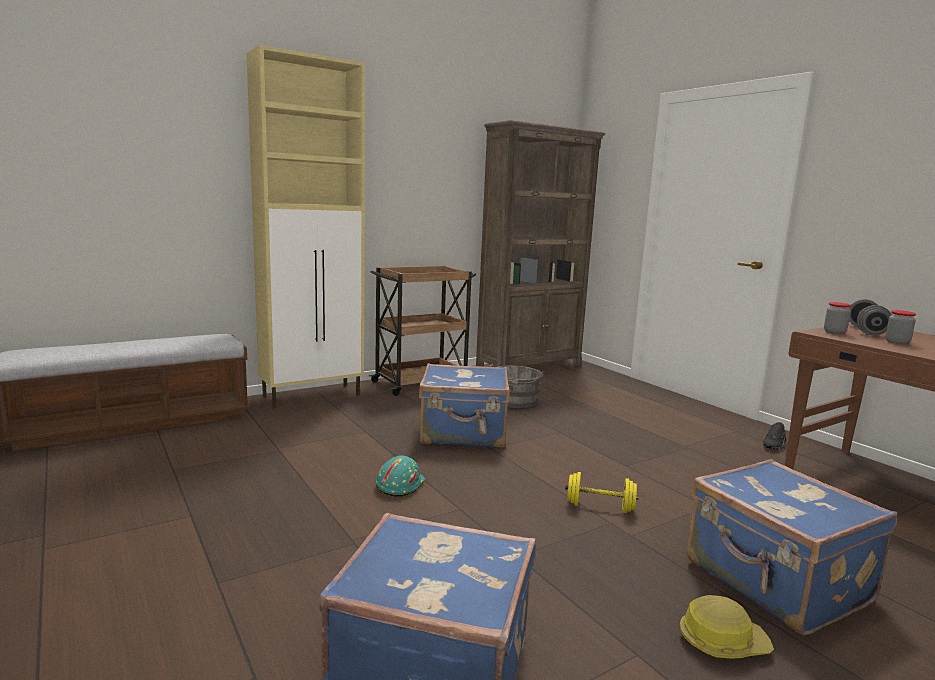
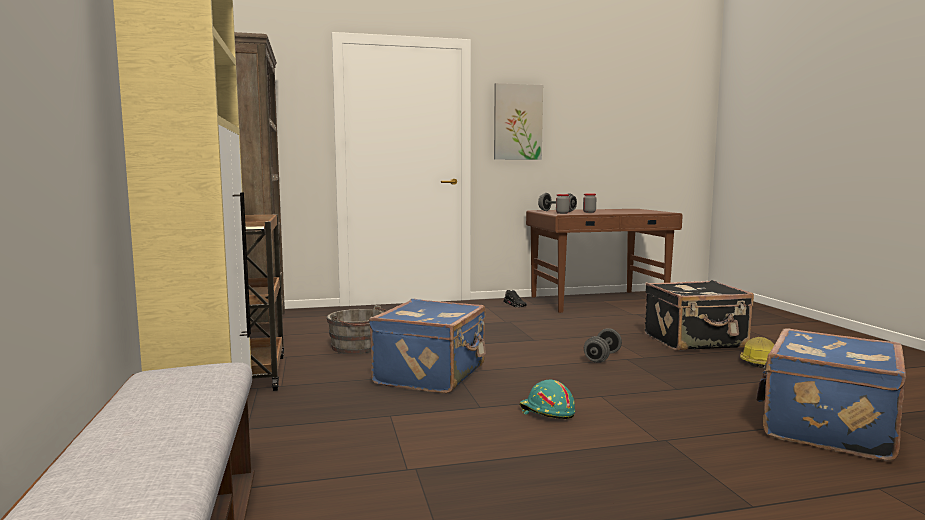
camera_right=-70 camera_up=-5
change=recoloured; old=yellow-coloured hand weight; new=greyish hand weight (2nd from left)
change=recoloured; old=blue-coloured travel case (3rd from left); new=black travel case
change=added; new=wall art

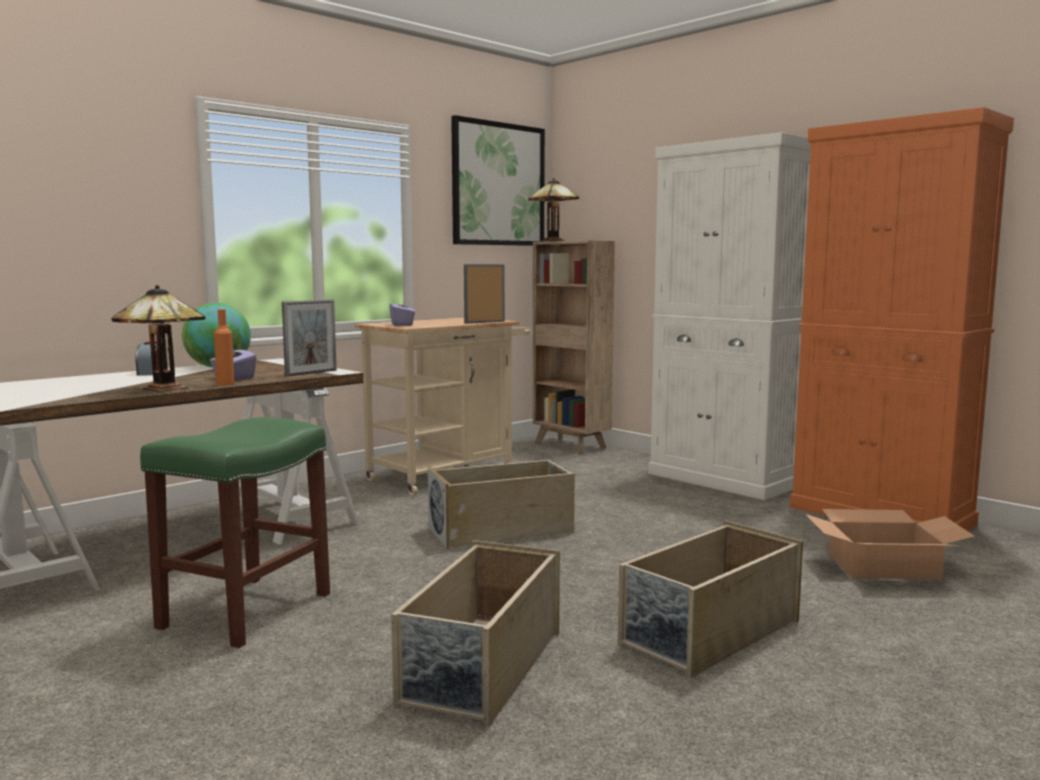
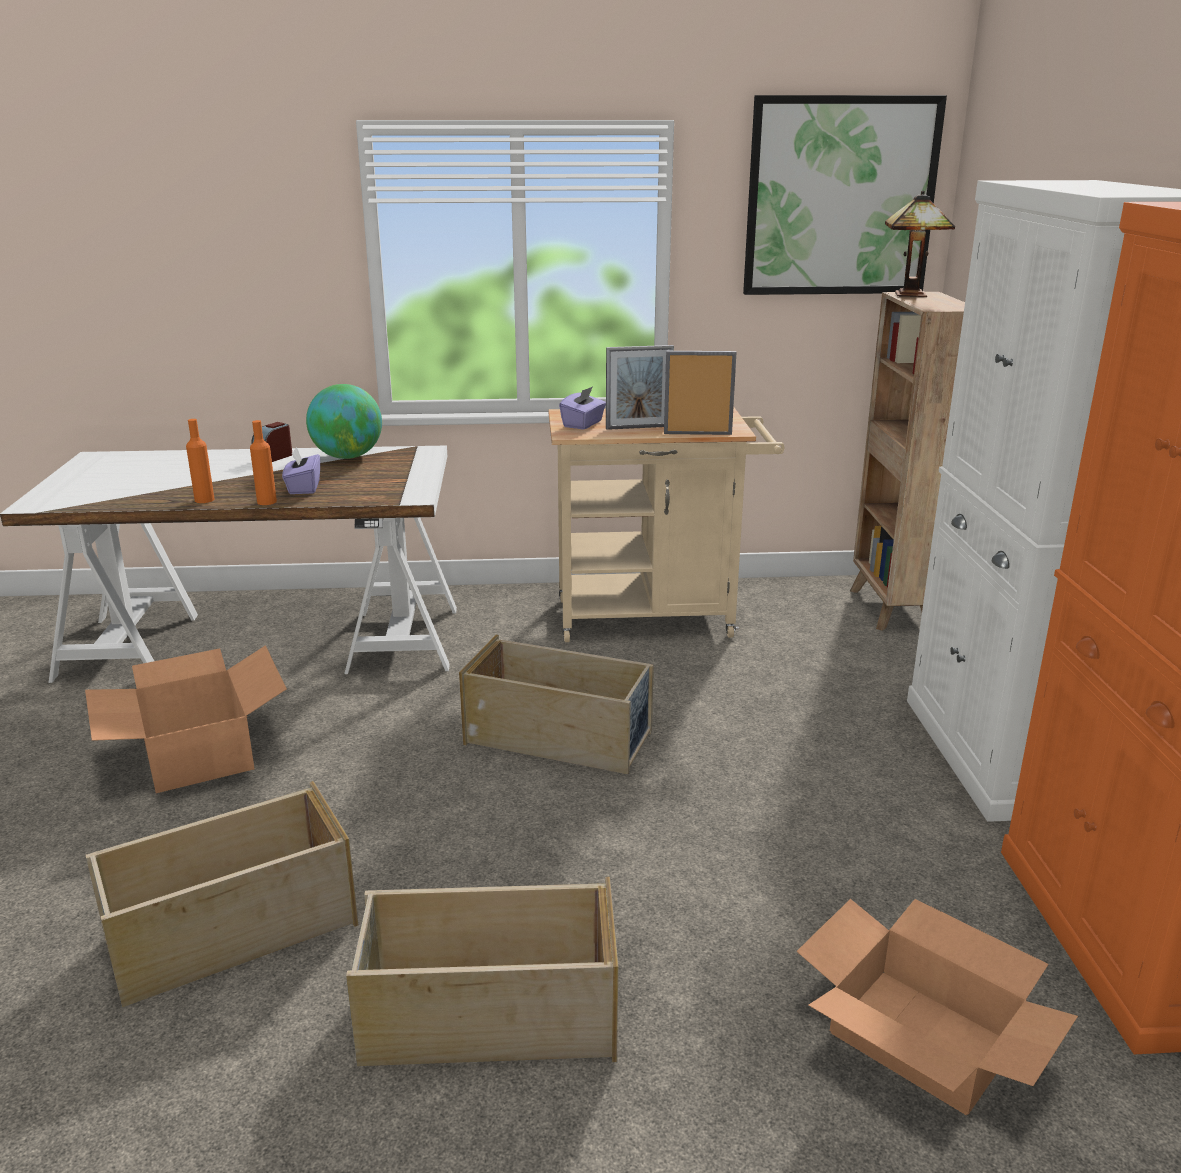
camera_right=40 camera_up=15
change=replaced; old=lamp for a table (1st from left); new=orange-coloured drink bottle (1st from left)
change=replaced; old=green sitting stool; new=carton (1st from left)
change=moved; old=standing frame (1st from left)

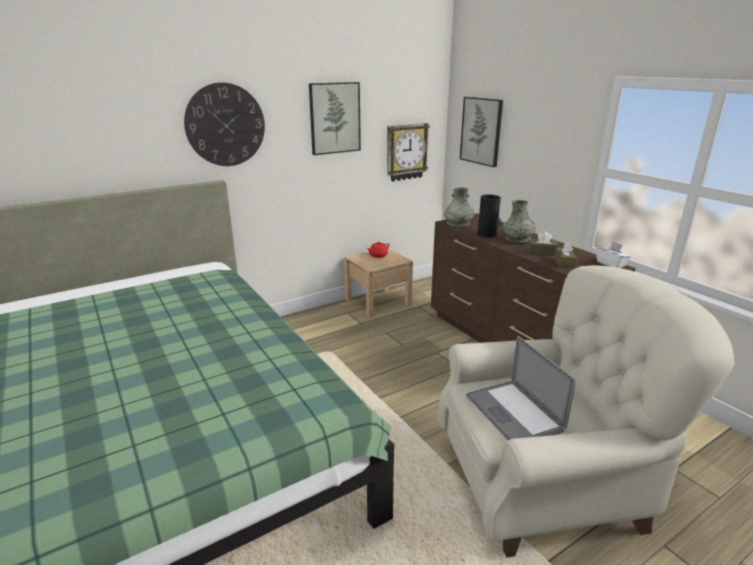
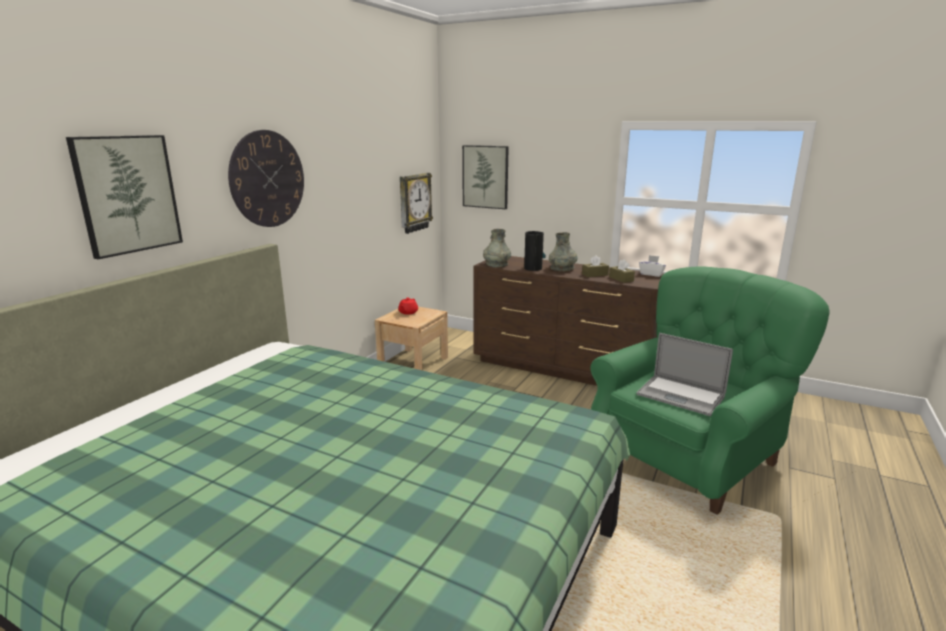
camera_right=-30 camera_up=-5
change=moved; old=wall art (1st from left)
change=recoloured; old=beige-coloured easy chair; new=green easy chair

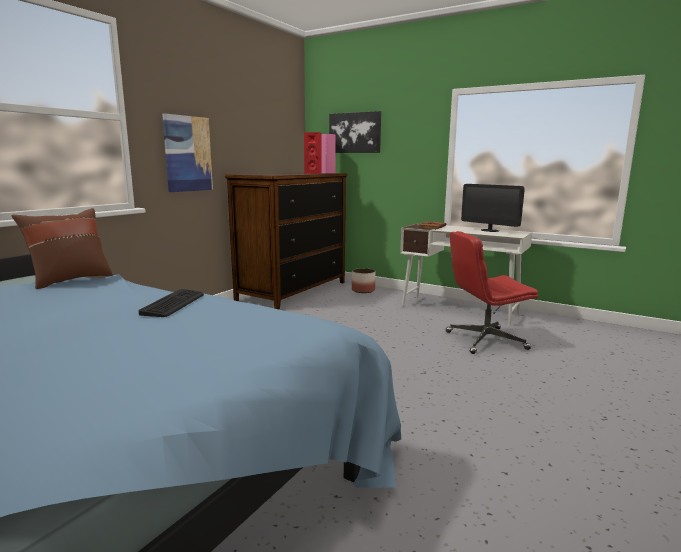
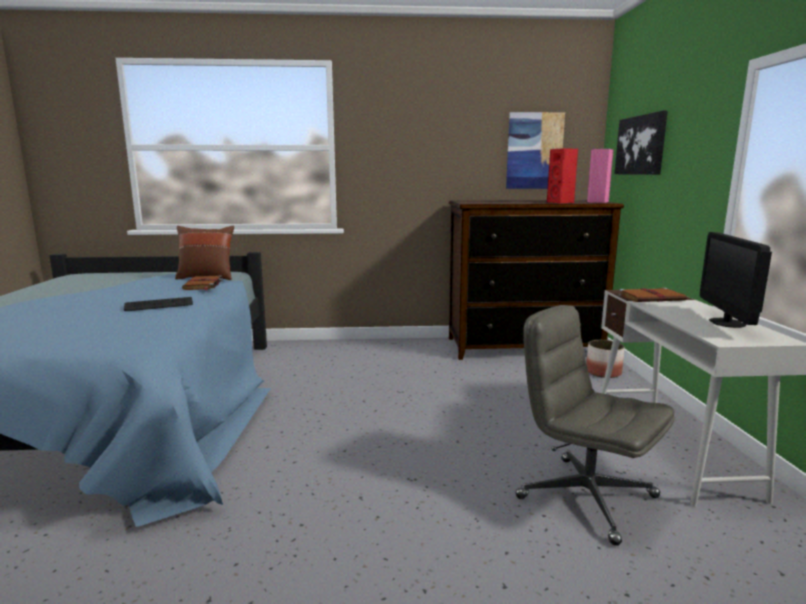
camera_right=55 camera_up=0
change=moved; old=wall art (1st from left)
change=recoloured; old=red-coloured computer chair; new=greyish computer chair
change=added; new=brown-coloured bound book (1st from left)

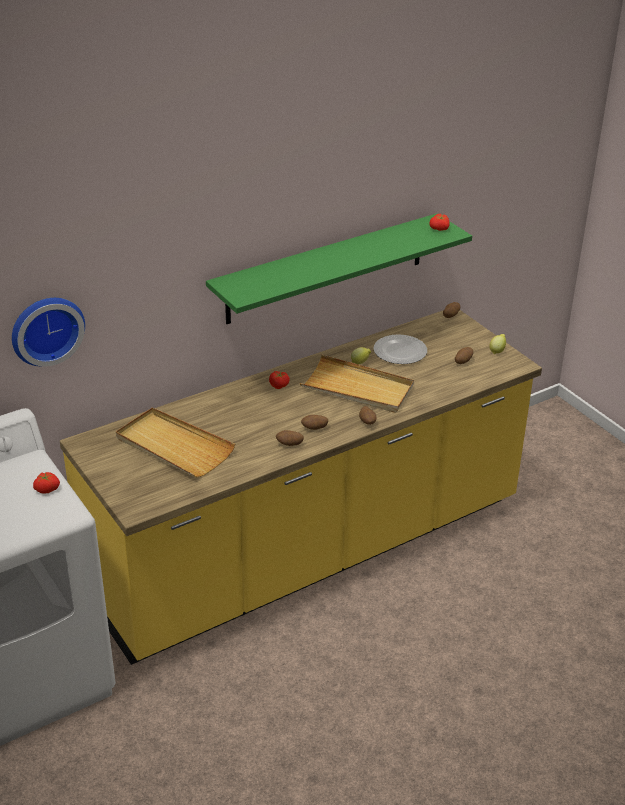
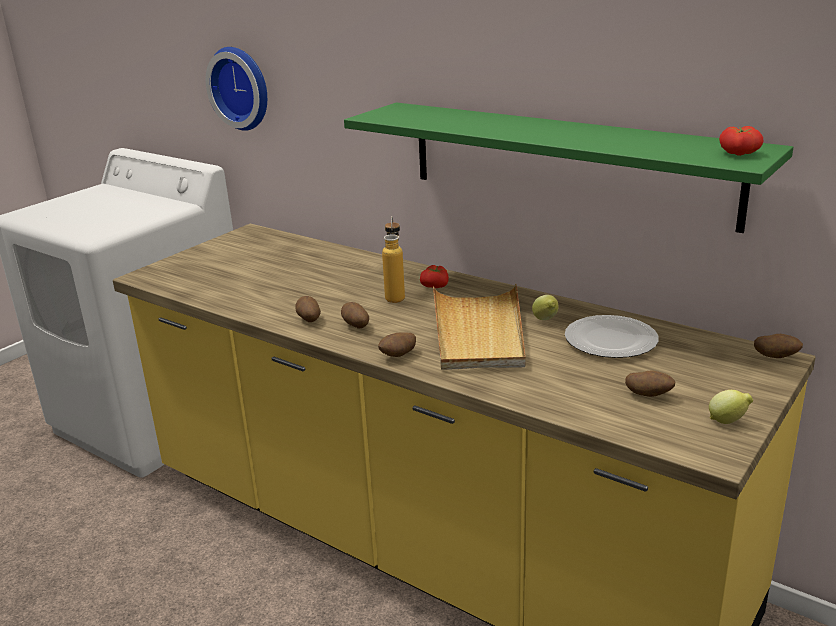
camera_right=70 camera_up=-10
change=removed; old=fresh tomato (1st from left)
change=removed; old=beige-coloured carrying tray (1st from left)
change=added; new=drink bottle

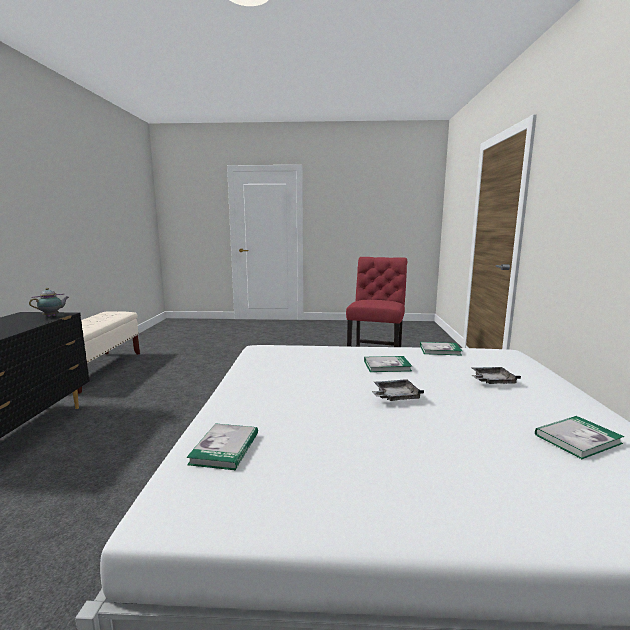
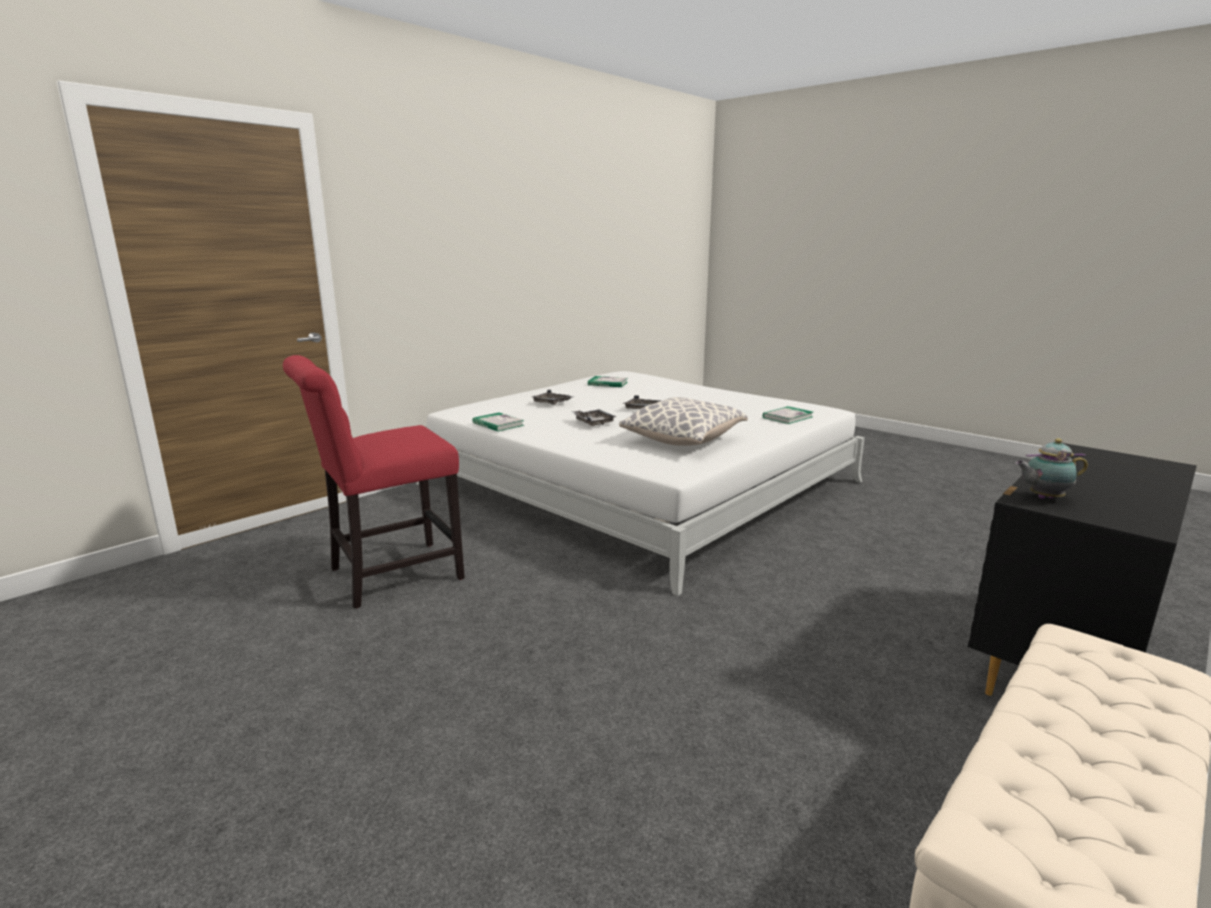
camera_right=-140 camera_up=5
change=replaced; old=bound book (2nd from left); new=greyish carrying tray (2nd from left)
change=added; new=pillow

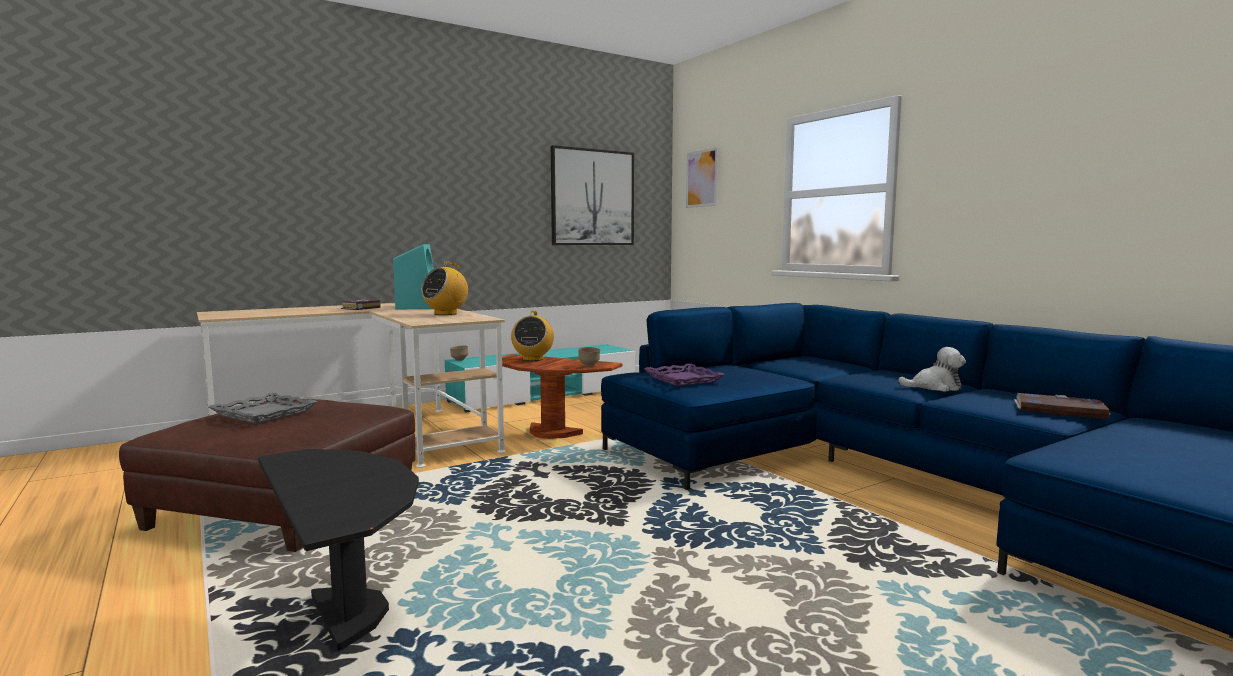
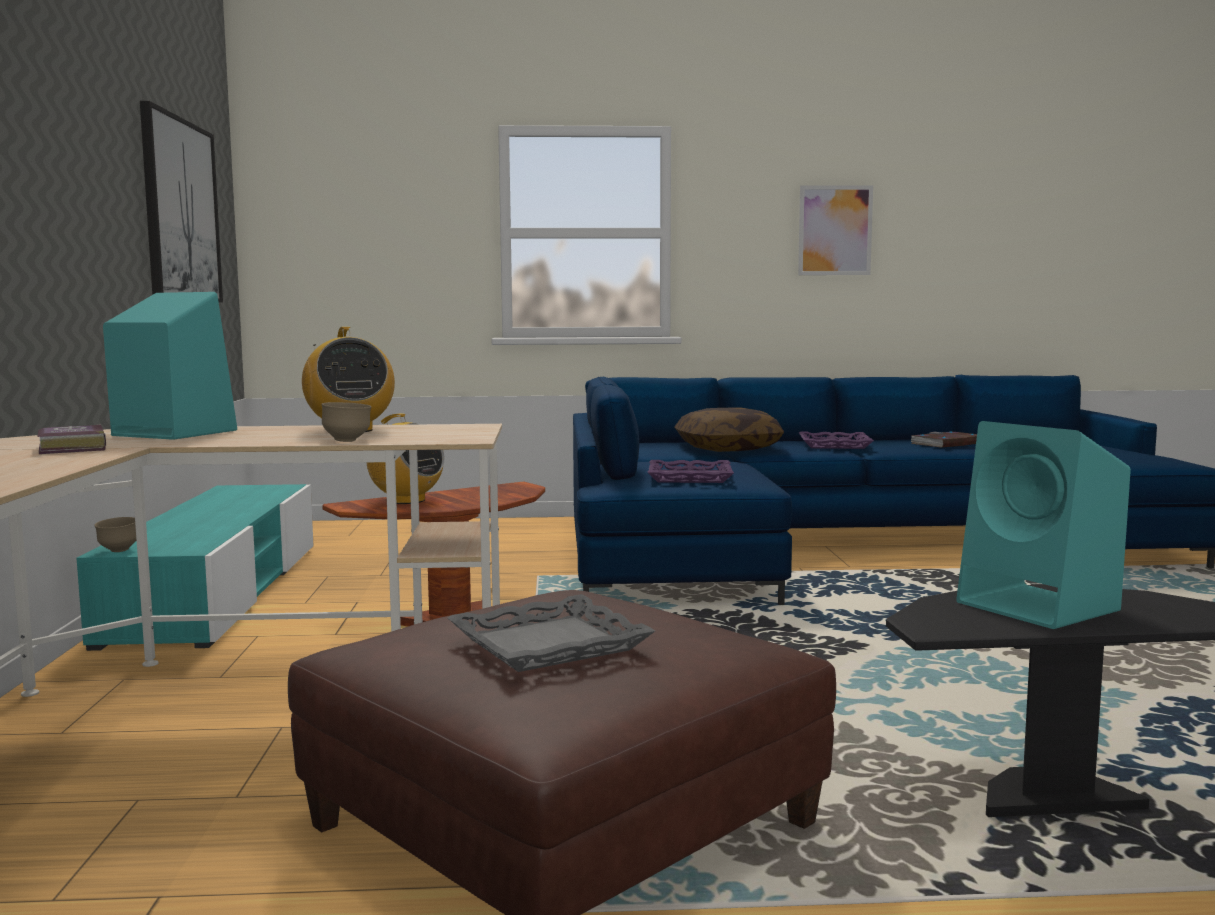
camera_right=-60 camera_up=0
change=moved; old=brown-coloured deep dish (2nd from left)
change=moved; old=wall art (2nd from left)
change=replaced; old=soft toy; new=purple-coloured carrying tray (2nd from left)
change=added; new=pillow
change=added; new=turquoise loudspeaker (2nd from left)

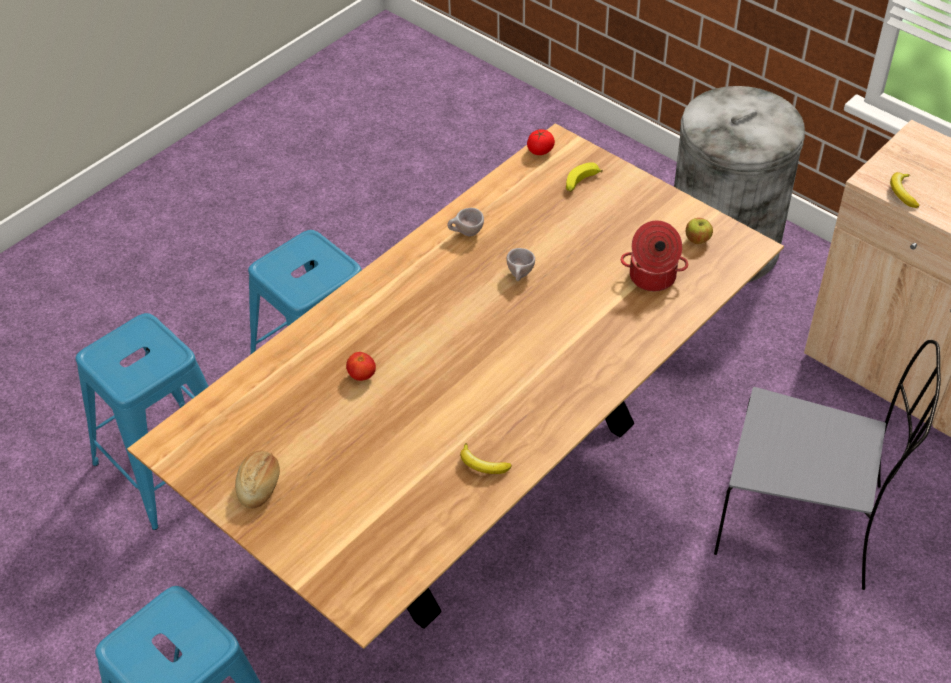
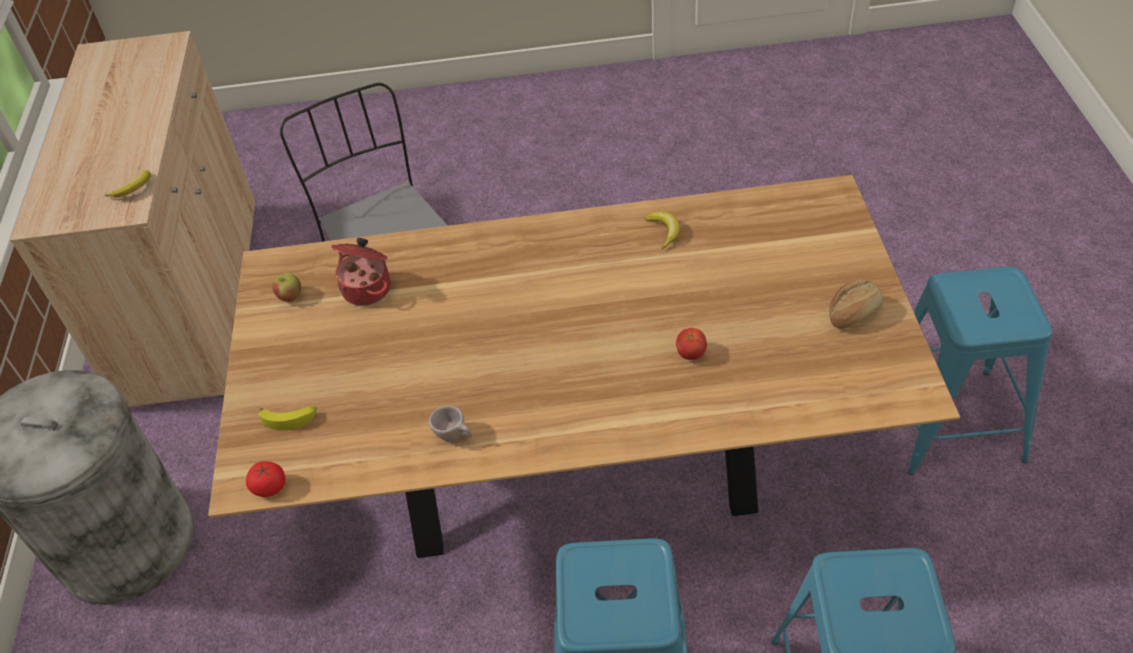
camera_right=-135 camera_up=0
change=removed; old=beige-coloured cup (2nd from left)

